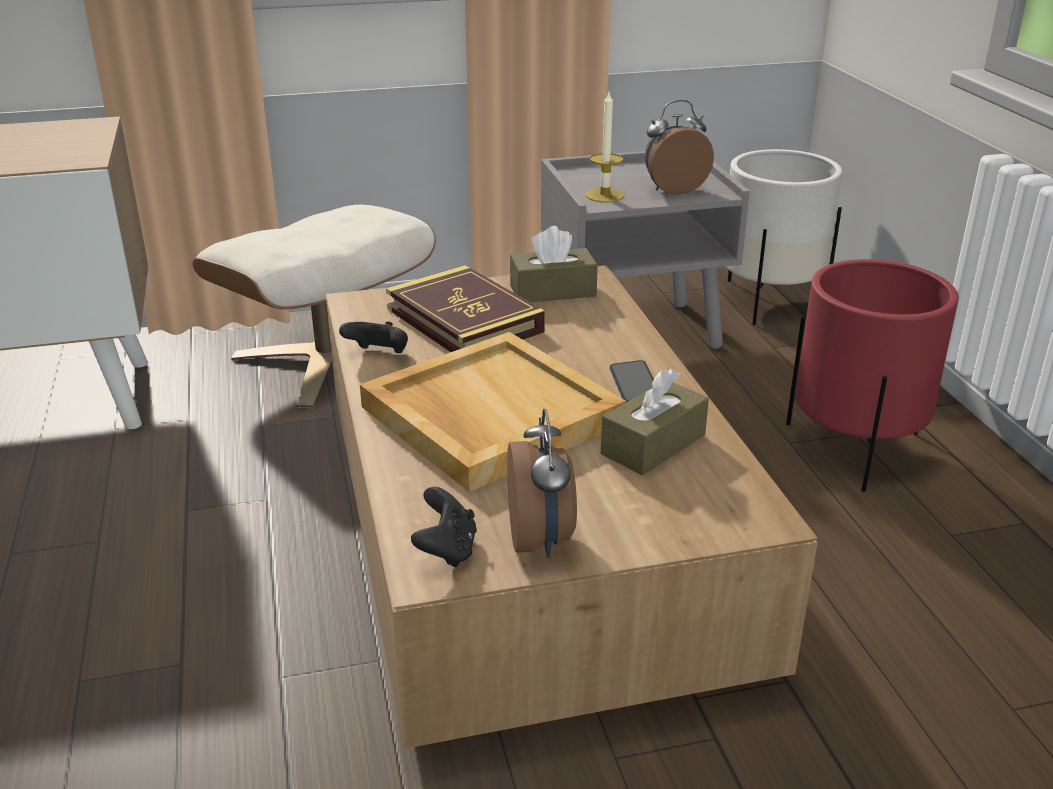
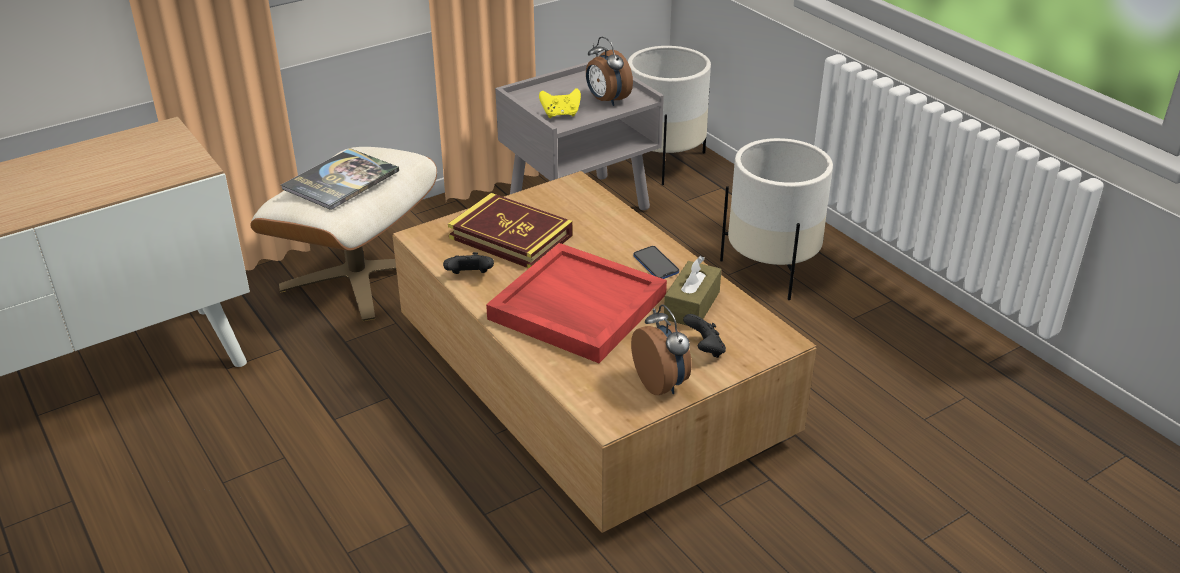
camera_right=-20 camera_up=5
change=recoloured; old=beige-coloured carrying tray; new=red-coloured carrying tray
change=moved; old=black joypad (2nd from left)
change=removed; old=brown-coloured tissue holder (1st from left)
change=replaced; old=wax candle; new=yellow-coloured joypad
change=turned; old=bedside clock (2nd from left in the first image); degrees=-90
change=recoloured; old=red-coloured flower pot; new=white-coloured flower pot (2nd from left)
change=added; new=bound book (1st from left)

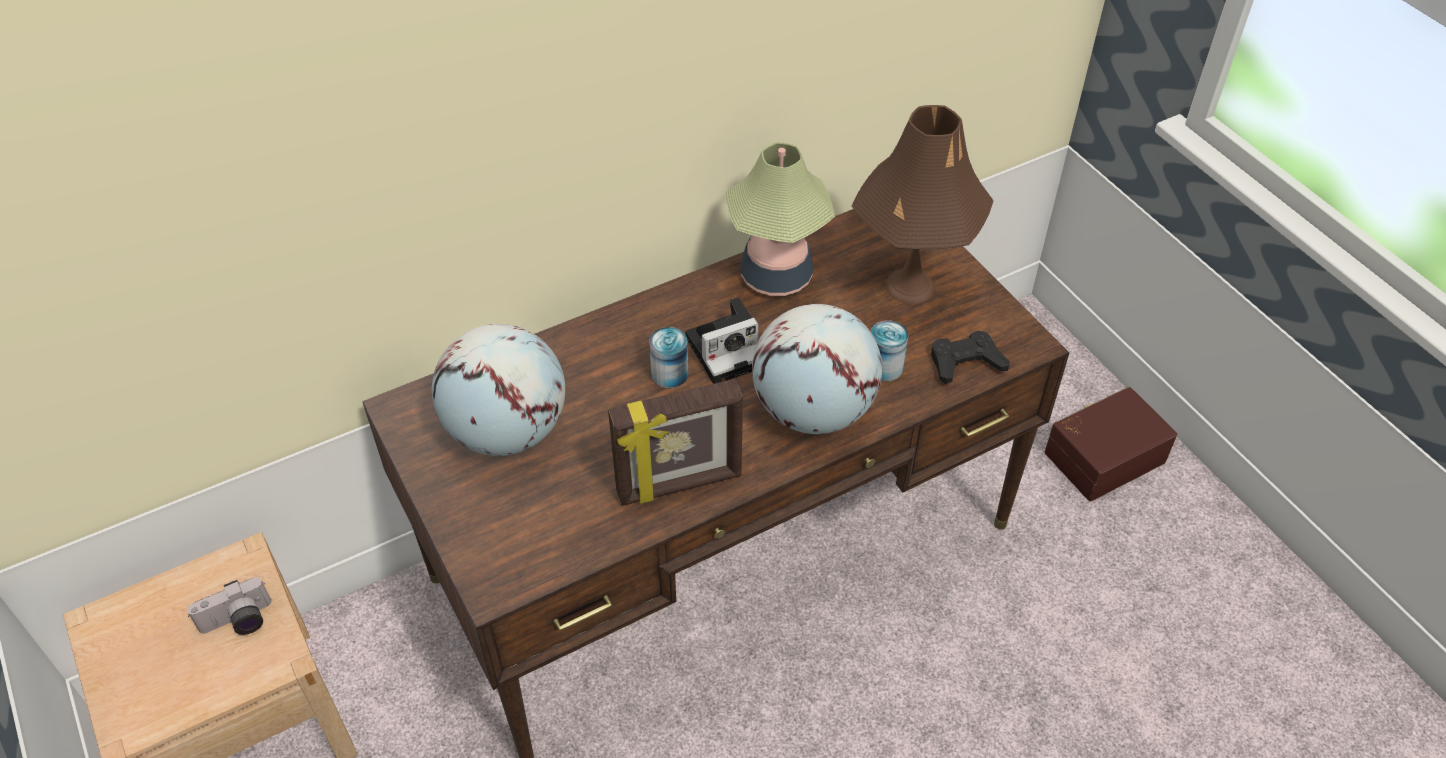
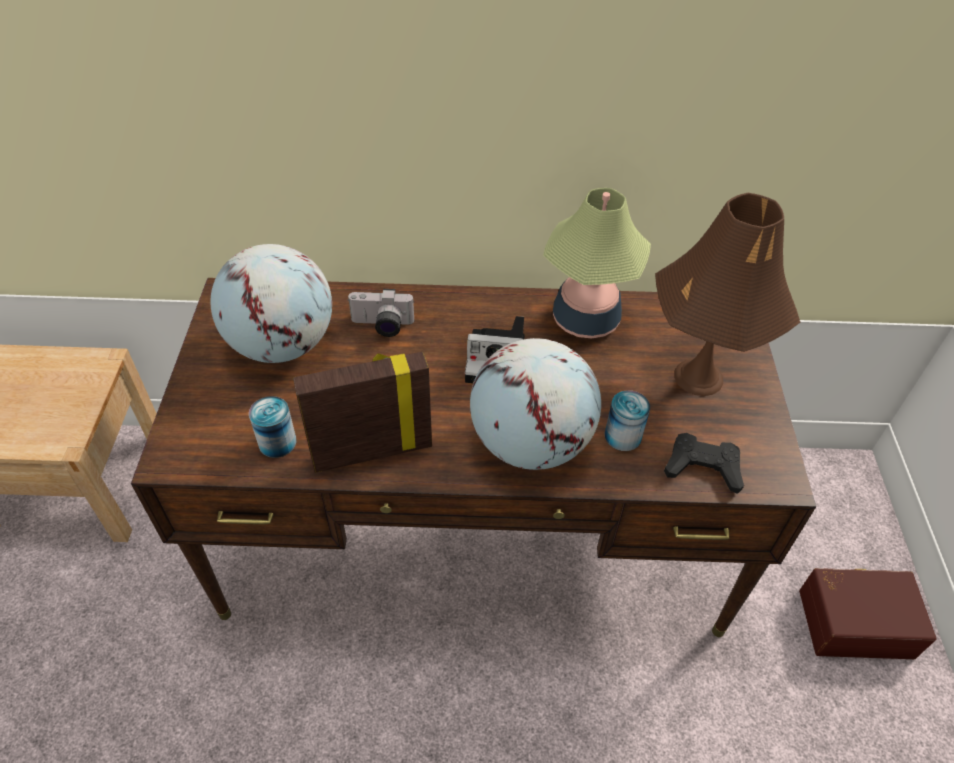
camera_right=30 camera_up=0
change=moved; old=photo camera (1st from left)
change=turned; old=standing frame; degrees=150
change=moved; old=can (1st from left)

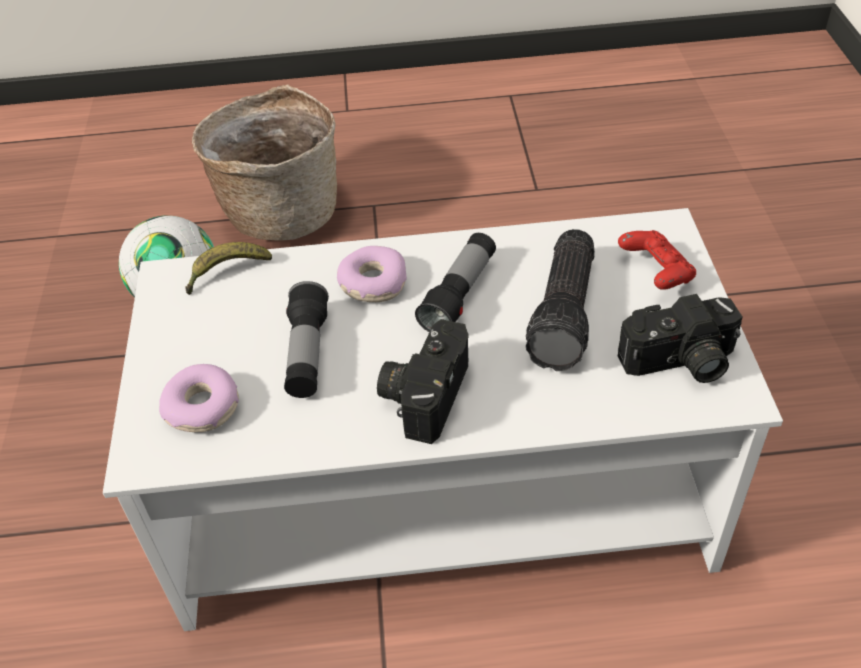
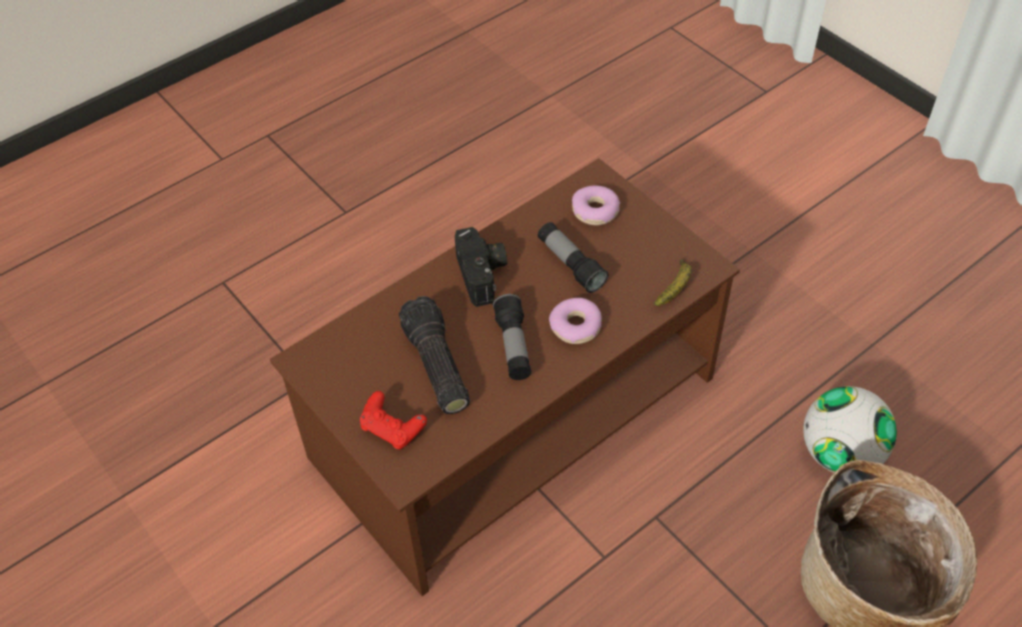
camera_right=145 camera_up=5
change=recoloured; old=white-coloured low table; new=brown-coloured low table
change=removed; old=photo camera (2nd from left)

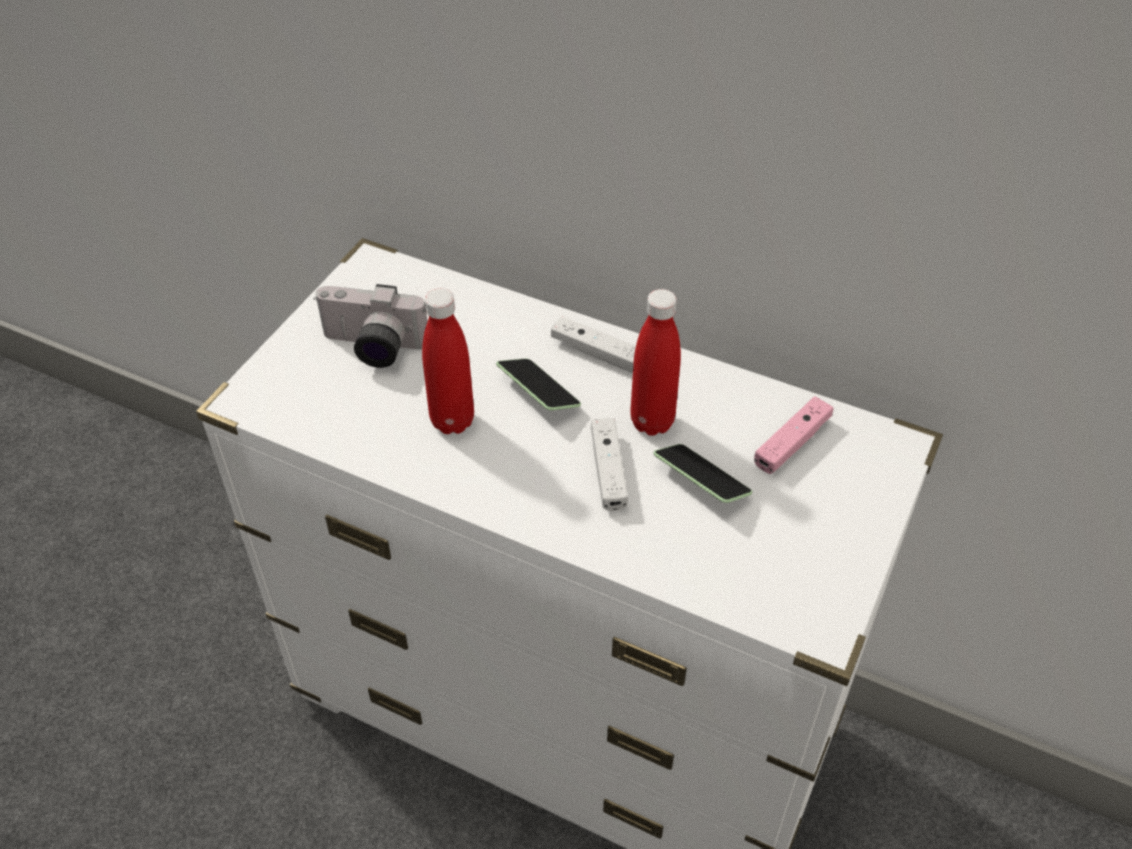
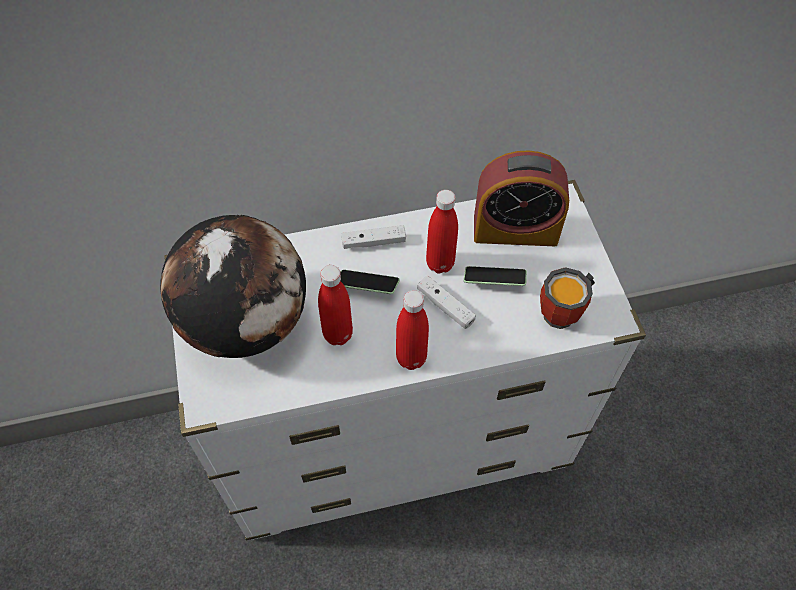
camera_right=-40 camera_up=10
change=replaced; old=photo camera; new=world globe
change=replaced; old=pink-coloured joypad; new=bedside clock
change=added; new=red-coloured drink bottle (2nd from left)
change=added; new=mug

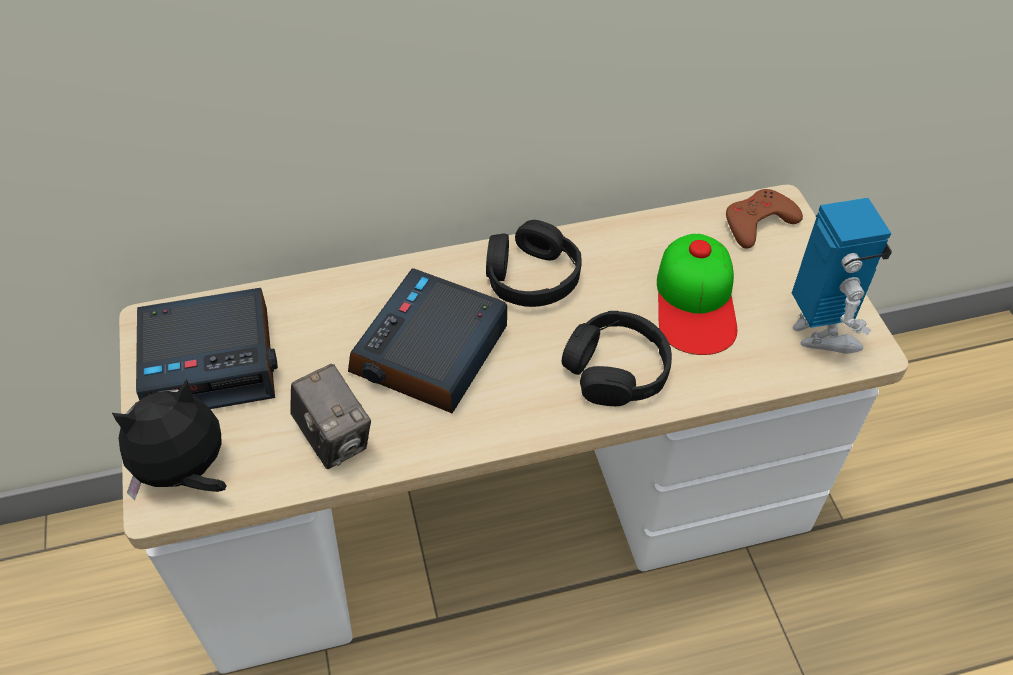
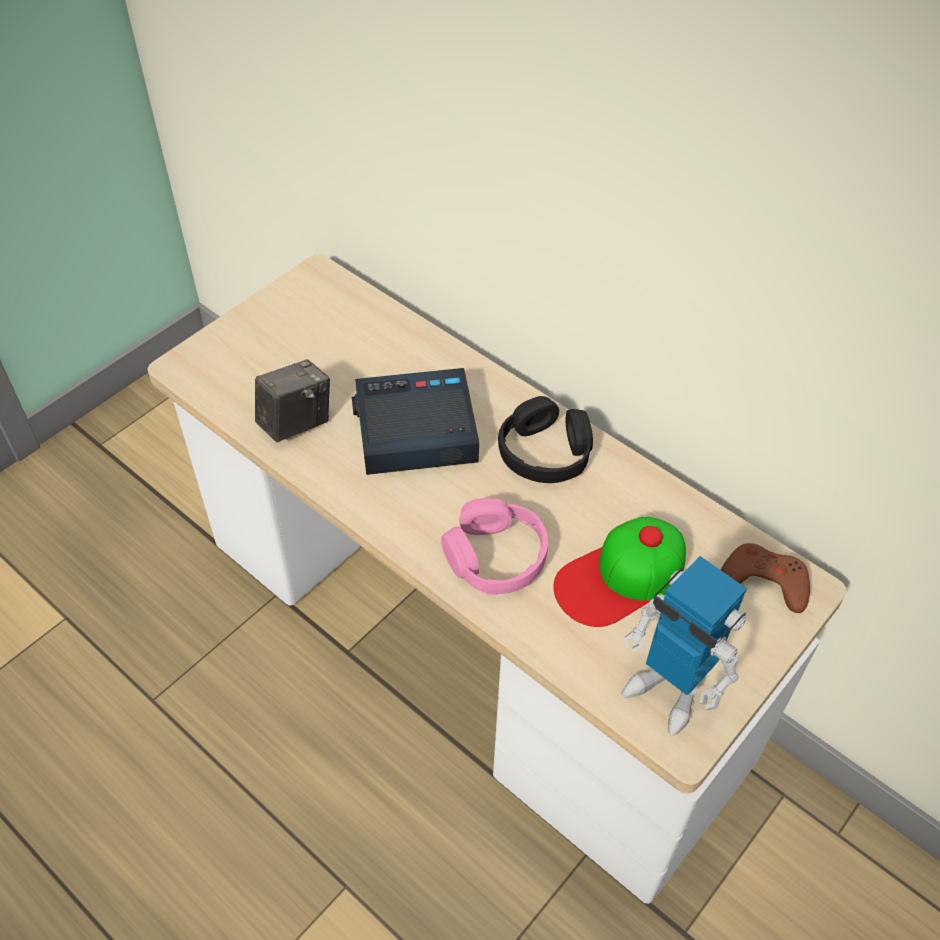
camera_right=55 camera_up=0
change=removed; old=soft toy
change=removed; old=bedside clock (1st from left)
change=turned; old=photo camera; degrees=-150
change=recoloured; old=black headphones (2nd from left); new=pink-coloured headphones
change=turned; old=model robot; degrees=90

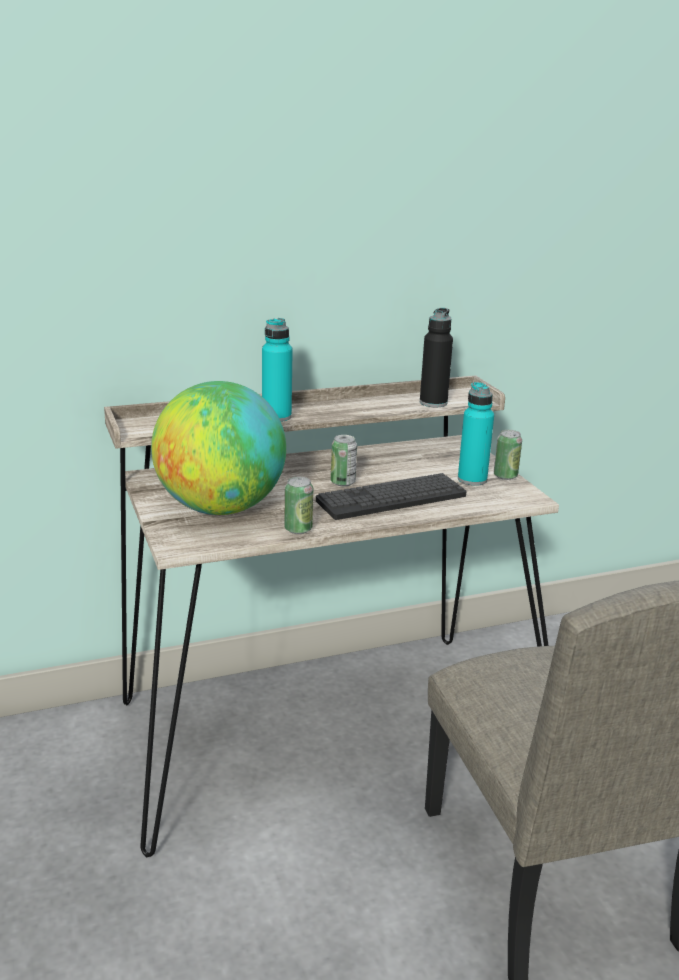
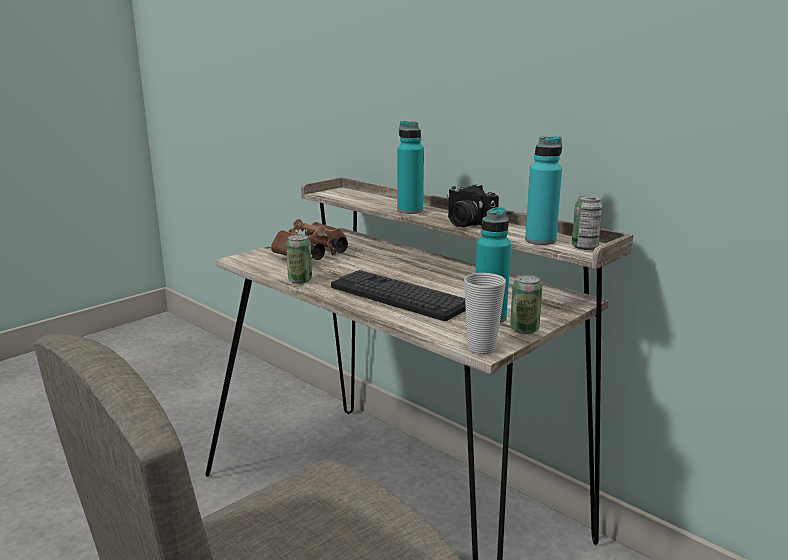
camera_right=65 camera_up=-5
change=replaced; old=world globe; new=brown-coloured field glasses
change=moved; old=can (2nd from left in the first image); new=can (3rd from left)
change=recoloured; old=black drink bottle; new=turquoise drink bottle (3rd from left)
change=added; new=photo camera
change=added; new=cup

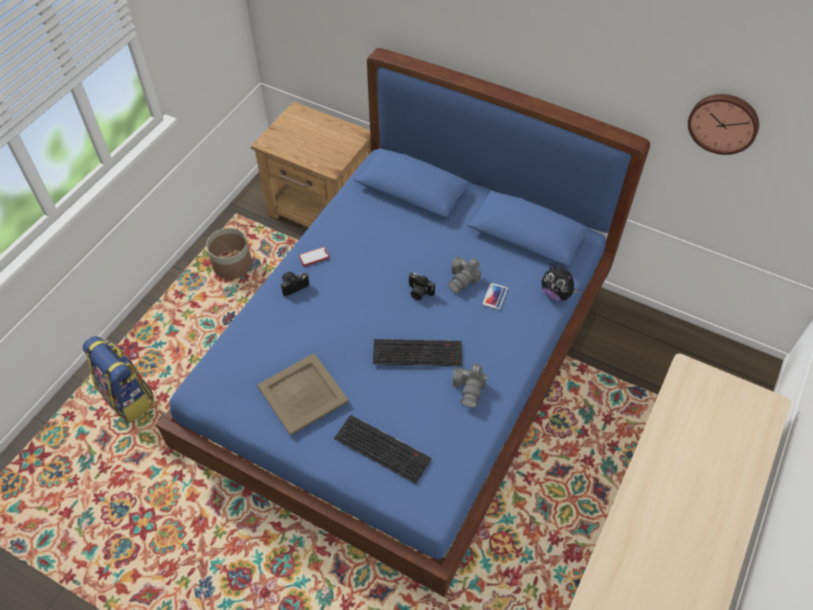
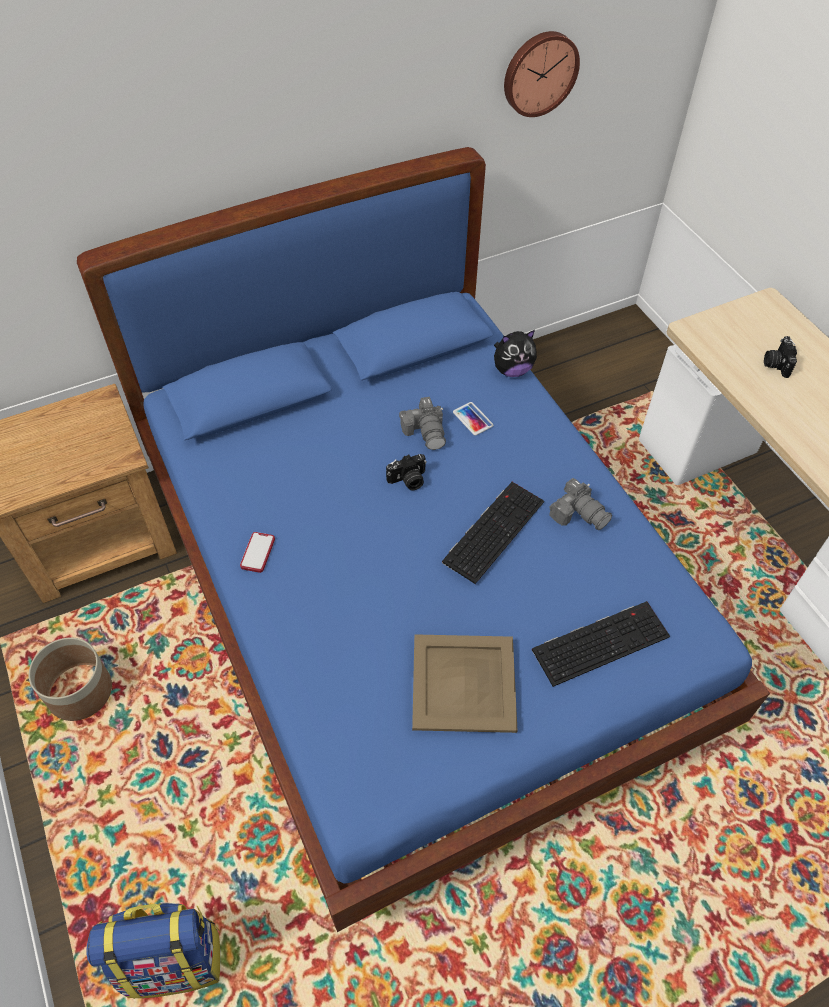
camera_right=-55 camera_up=0
change=moved; old=photo camera (1st from left in the first image); new=photo camera (4th from left)

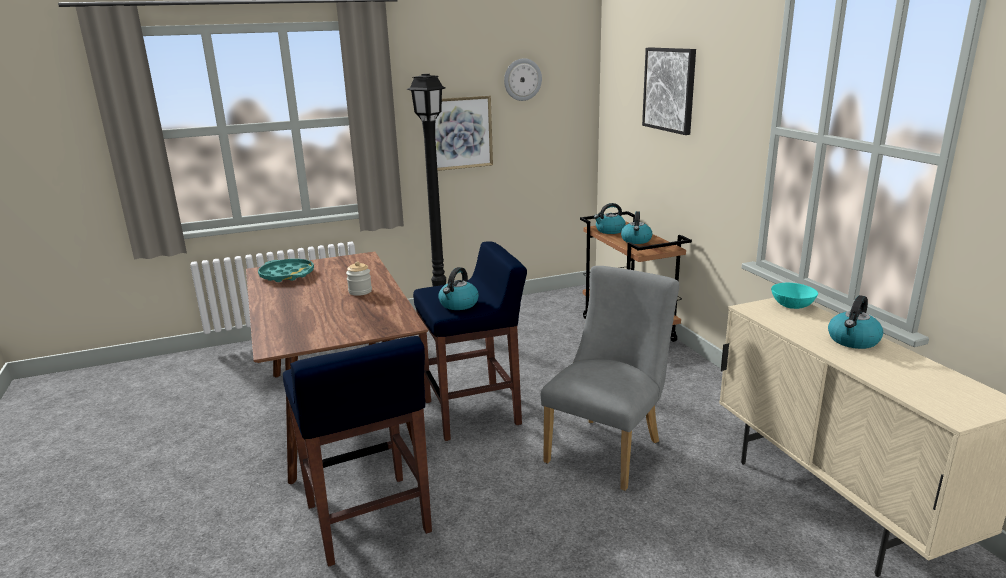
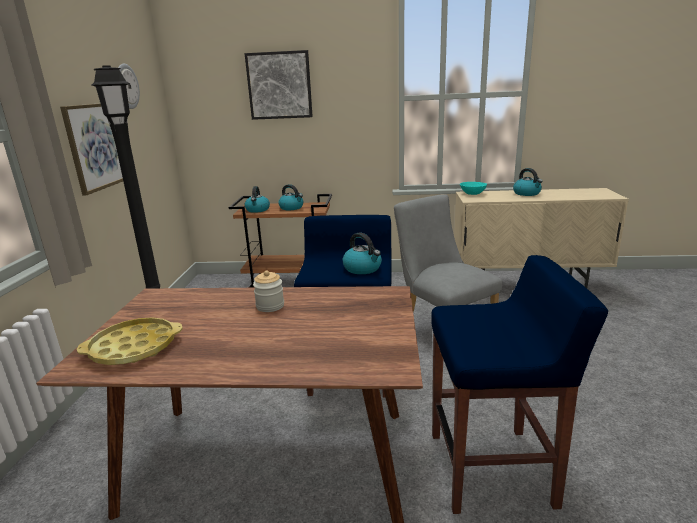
camera_right=-65 camera_up=0
change=recoloured; old=turquoise carrying tray; new=yellow-coloured carrying tray

